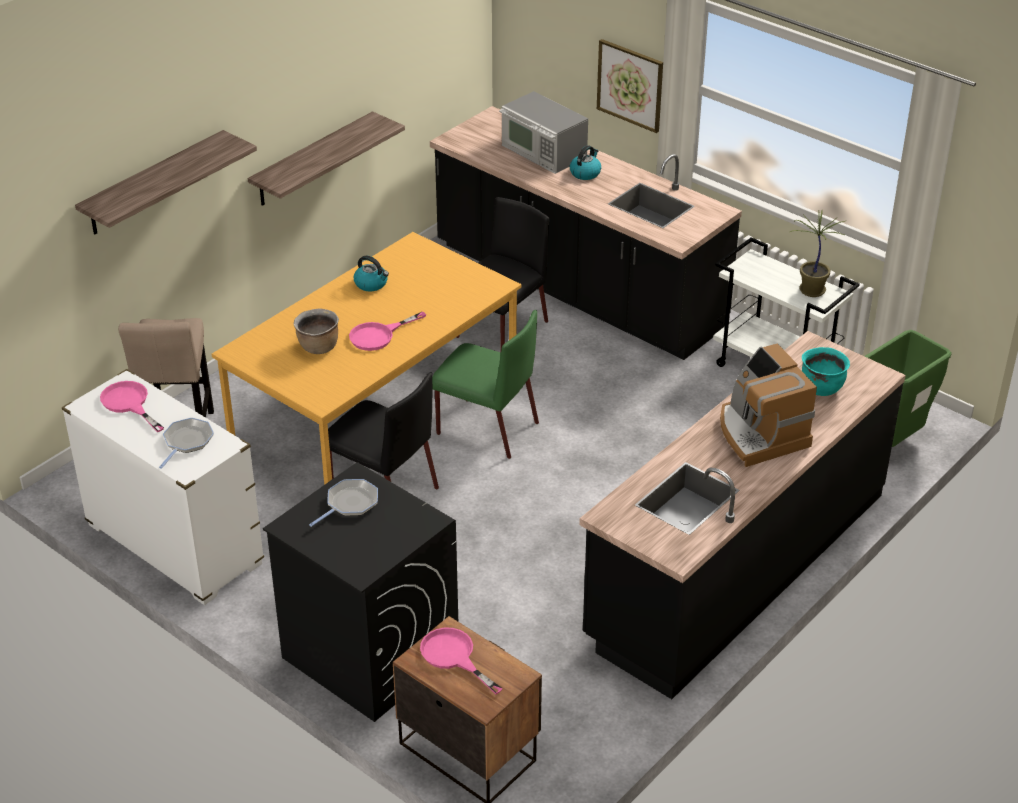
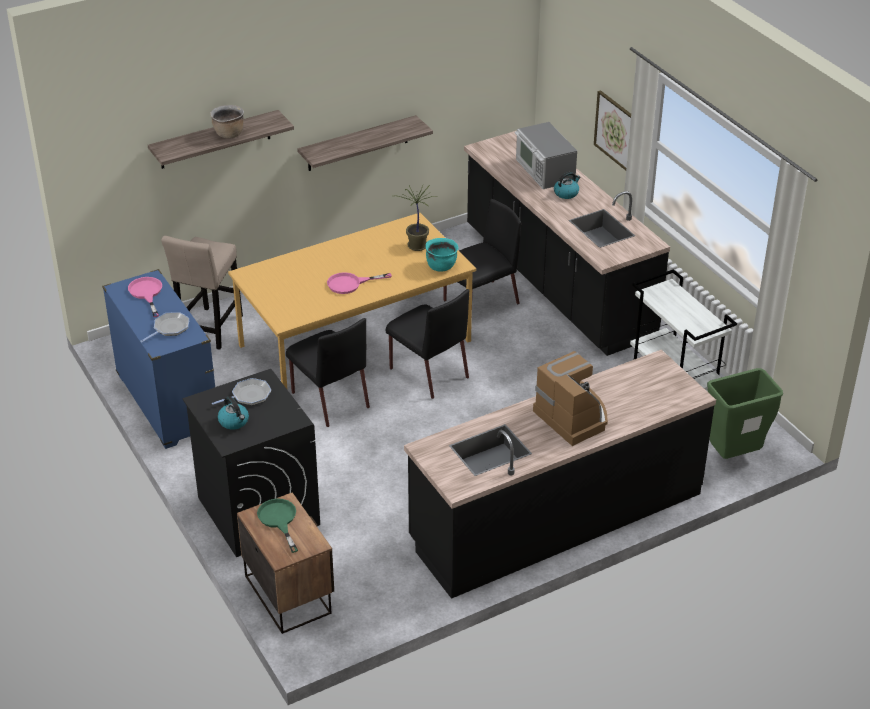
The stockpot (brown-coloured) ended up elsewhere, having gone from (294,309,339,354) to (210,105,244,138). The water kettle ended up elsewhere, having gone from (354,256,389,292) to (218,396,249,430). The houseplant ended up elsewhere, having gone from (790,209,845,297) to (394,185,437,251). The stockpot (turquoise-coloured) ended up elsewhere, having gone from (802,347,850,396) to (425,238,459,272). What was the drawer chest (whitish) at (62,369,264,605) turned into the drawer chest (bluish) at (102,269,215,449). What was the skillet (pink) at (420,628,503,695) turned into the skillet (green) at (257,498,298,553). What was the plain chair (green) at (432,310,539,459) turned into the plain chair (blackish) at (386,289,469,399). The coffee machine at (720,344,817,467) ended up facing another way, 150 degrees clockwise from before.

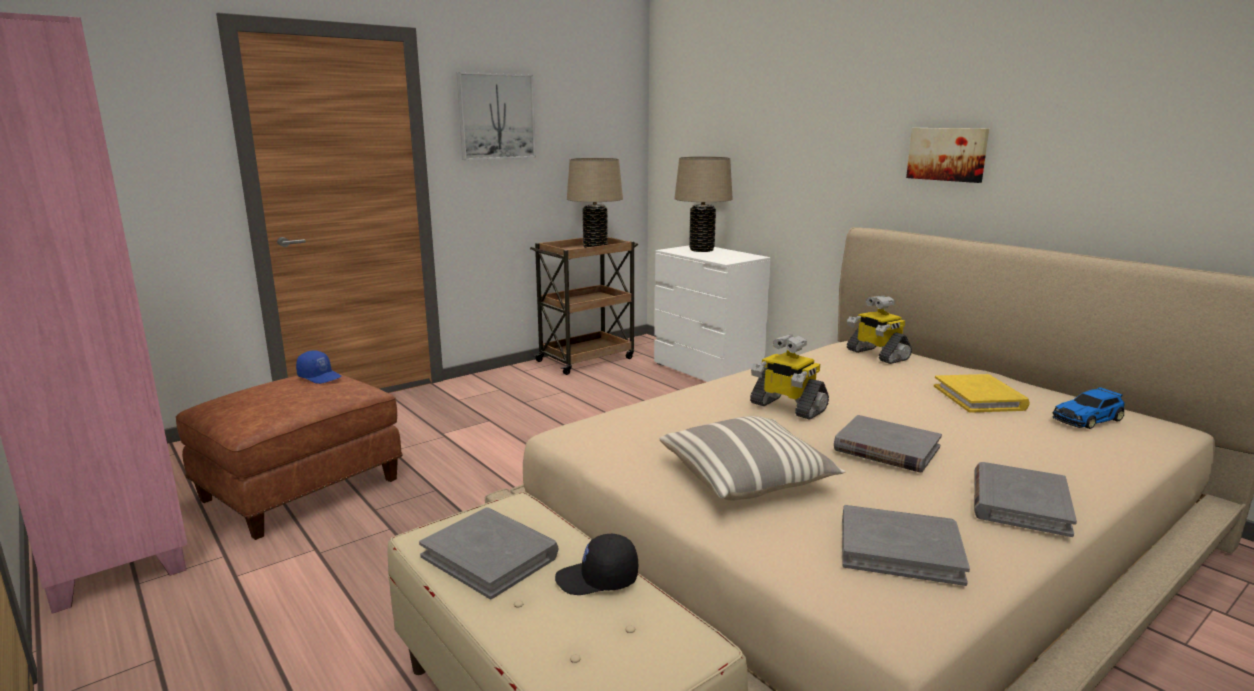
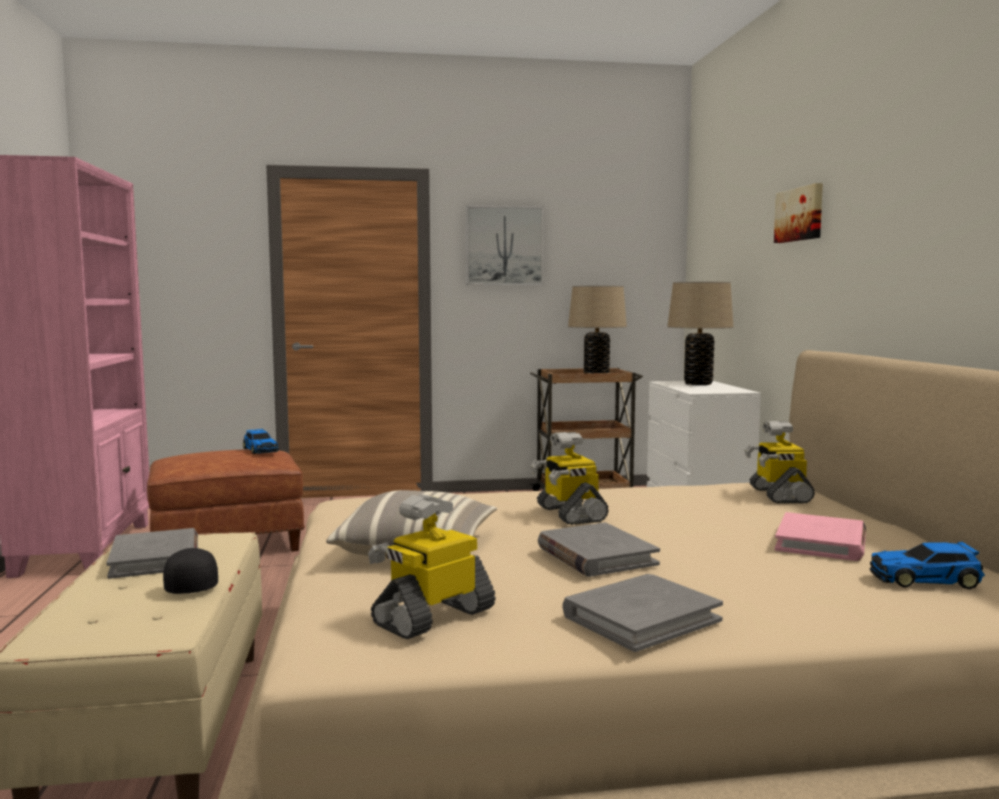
The wall art ended up elsewhere, having gone from (906,128,989,183) to (774,183,823,243). Where the peaked cap (bluish) stood at (296,351,342,384), the toy car came to stand at (243,429,279,454). Where the bound book (gray) stood at (842,505,970,586), the toy robot came to stand at (368,494,496,639). What was the bound book (yellow) at (934,374,1030,413) turned into the bound book (pink) at (775,512,866,561). The peaked cap (blackish) at (555,534,638,595) ended up facing another way, 45 degrees clockwise from before.

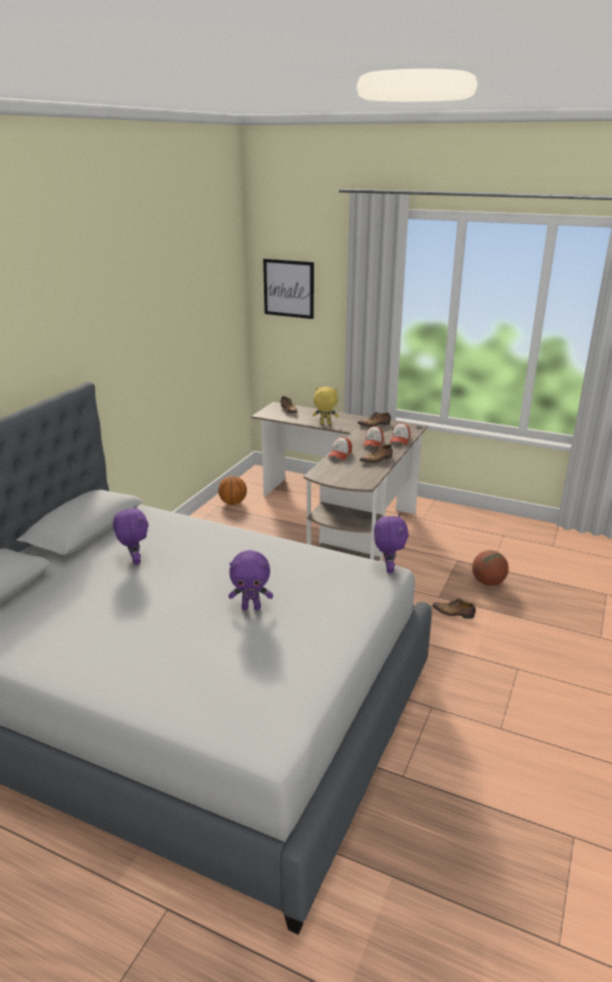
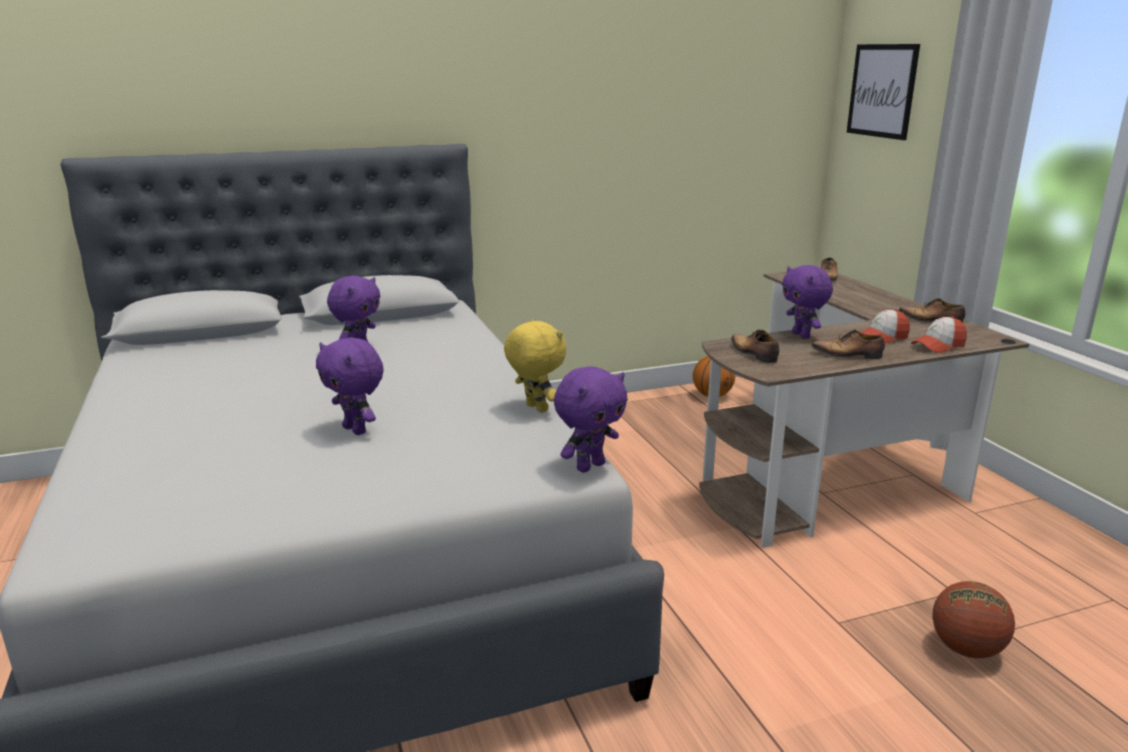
The cuddly toy (yellow) ended up elsewhere, having gone from (312,387,339,424) to (504,319,567,413). The item of footwear ended up elsewhere, having gone from (433,599,476,619) to (731,329,779,363). Where the peaked cap stood at (328,437,352,460), the cuddly toy (purple-coloured) came to stand at (782,265,833,339).

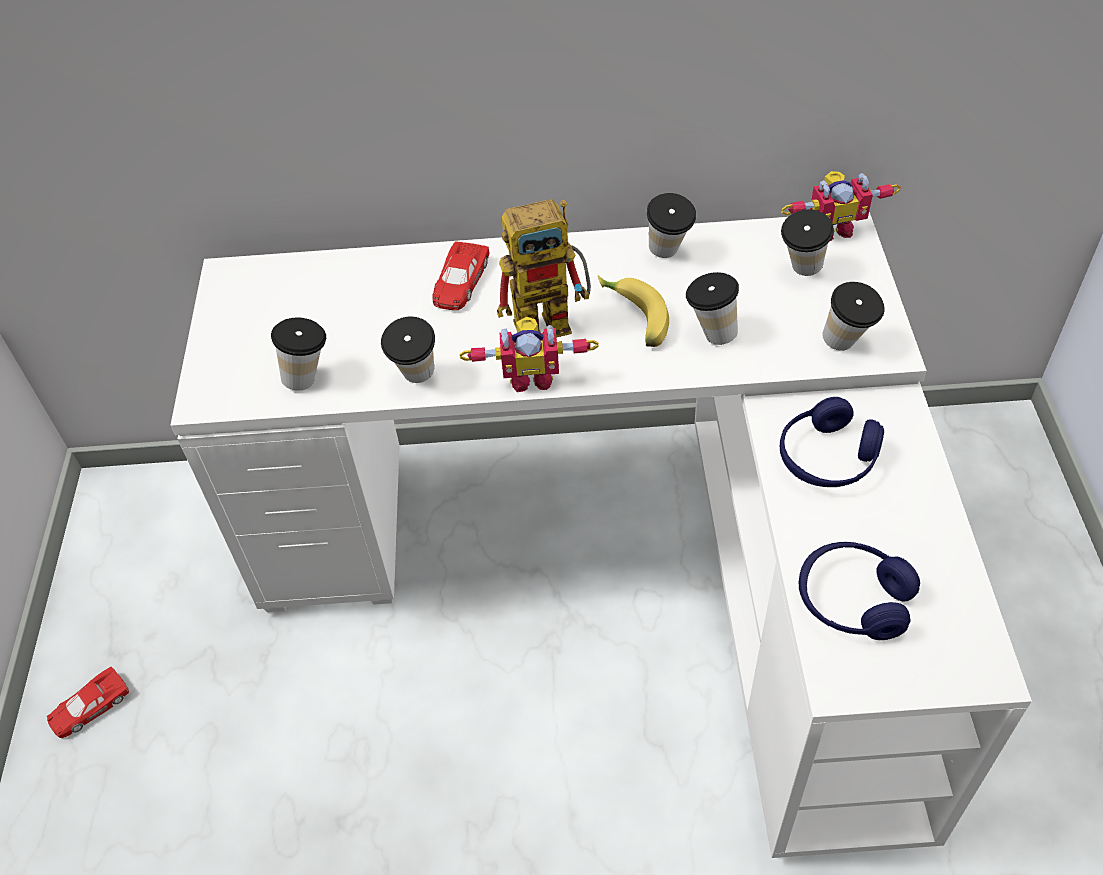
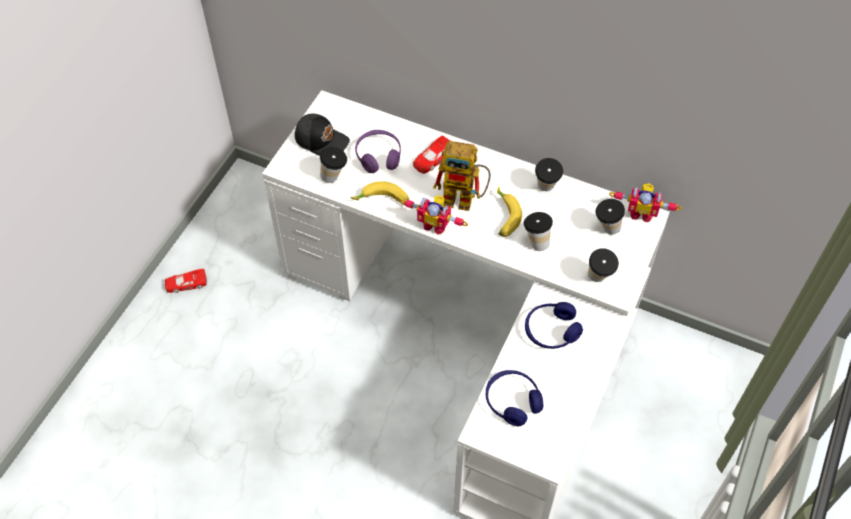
The second view gained the peaked cap (blackish) at (295,114,350,156). The second view gained the pair of headphones (purple-coloured) at (355,130,401,173). Where the drinking cup stood at (381,316,435,383), the whole banana came to stand at (350,181,409,203).

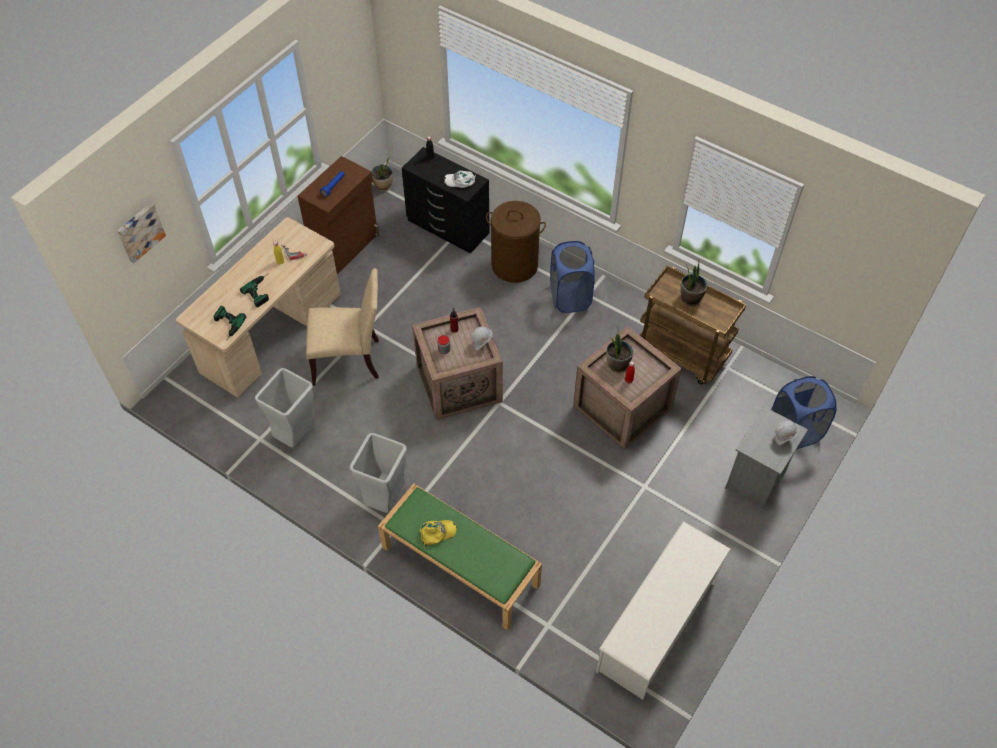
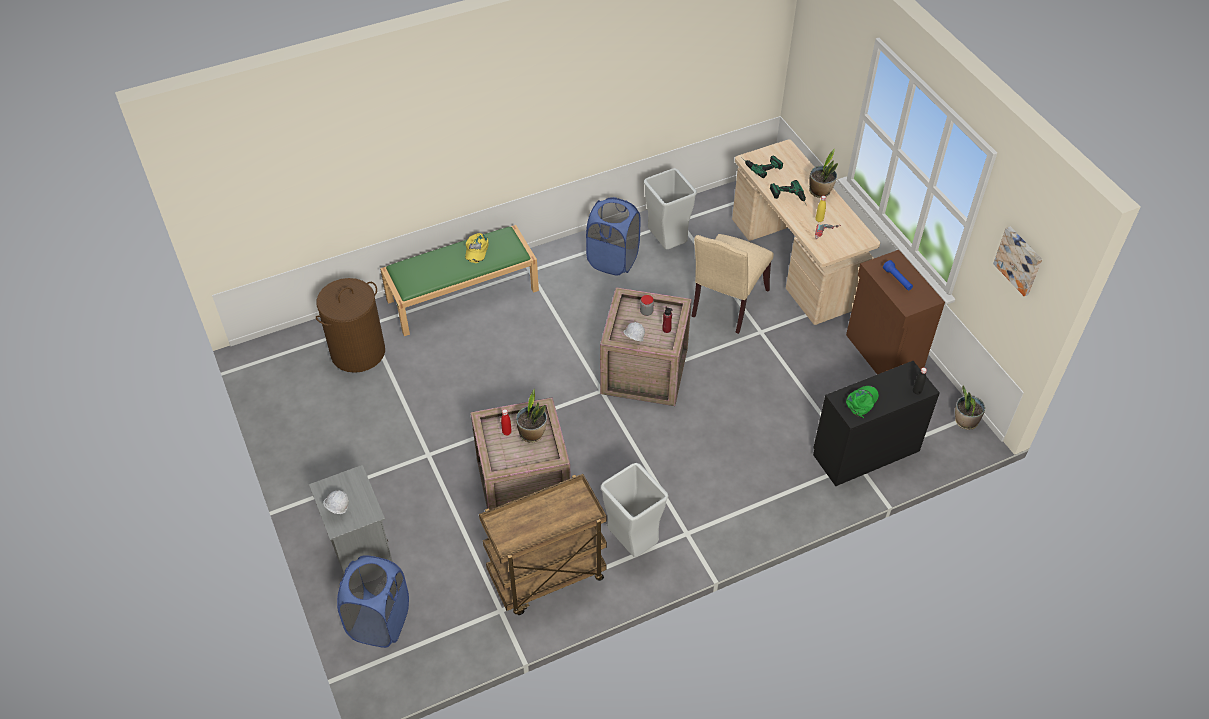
The second view lost the shoe rack (whitish) at (596,521,731,700). The wall art ended up elsewhere, having gone from (117,203,166,263) to (993,227,1043,296). The trash can (gray) ended up elsewhere, having gone from (350,433,407,513) to (601,463,668,557). The hamper (brown-coloured) ended up elsewhere, having gone from (486,201,546,283) to (316,278,385,373). The hamper (bluish) ended up elsewhere, having gone from (550,241,595,313) to (586,197,641,276). The houseplant ended up elsewhere, having gone from (681,263,707,306) to (809,148,838,198). What was the peaked cap (whitish) at (444,171,476,188) turned into the peaked cap (green) at (846,386,879,418).

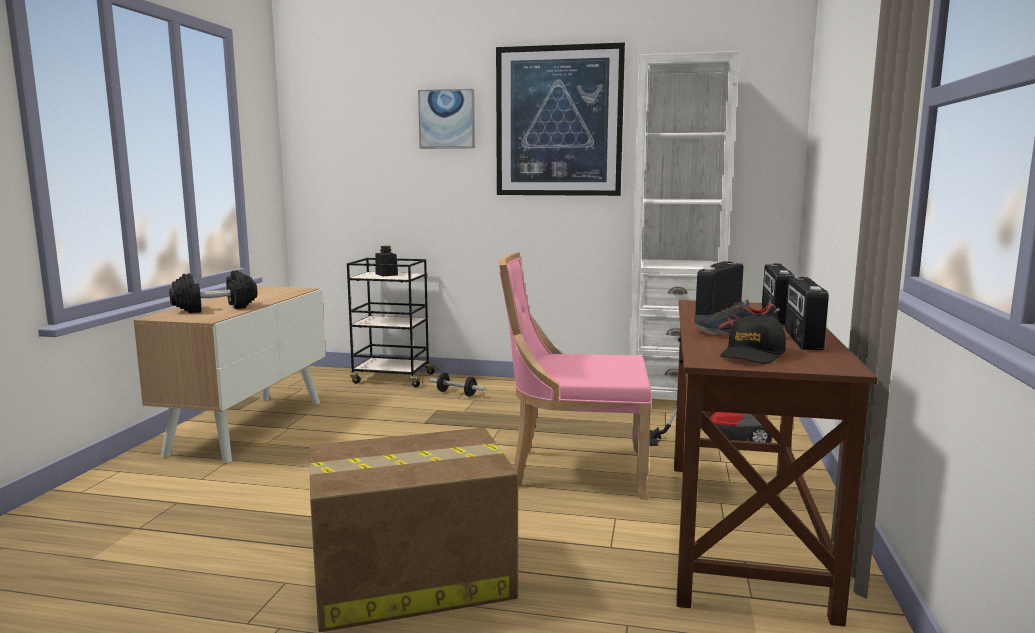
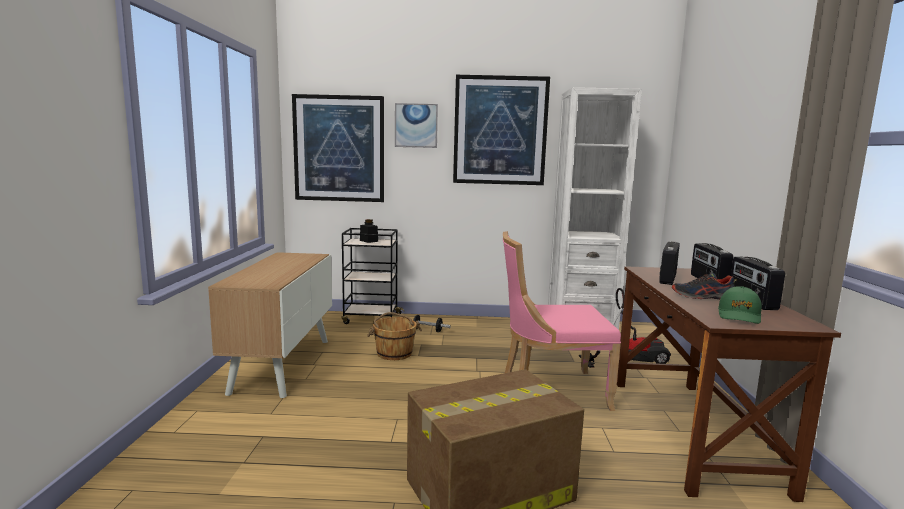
The second view lost the hand weight (blackish) at (169,270,257,313). The second view gained the wall art at (292,94,384,202). The second view gained the water bucket (brown-coloured) at (367,312,422,360). What was the peaked cap (blackish) at (720,314,786,364) turned into the peaked cap (green) at (718,286,762,324).

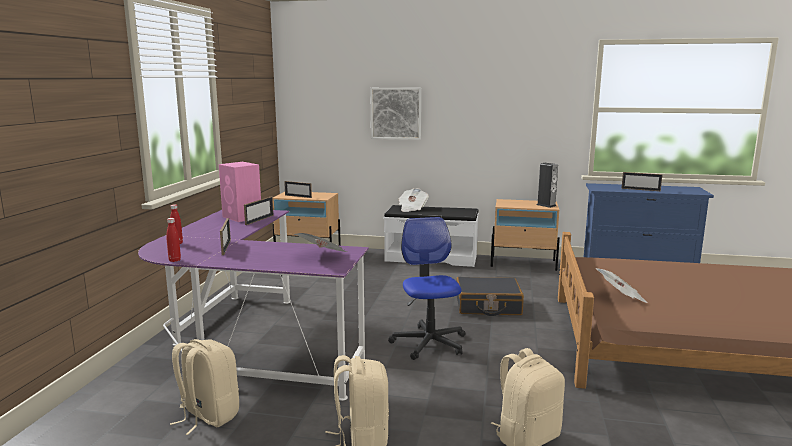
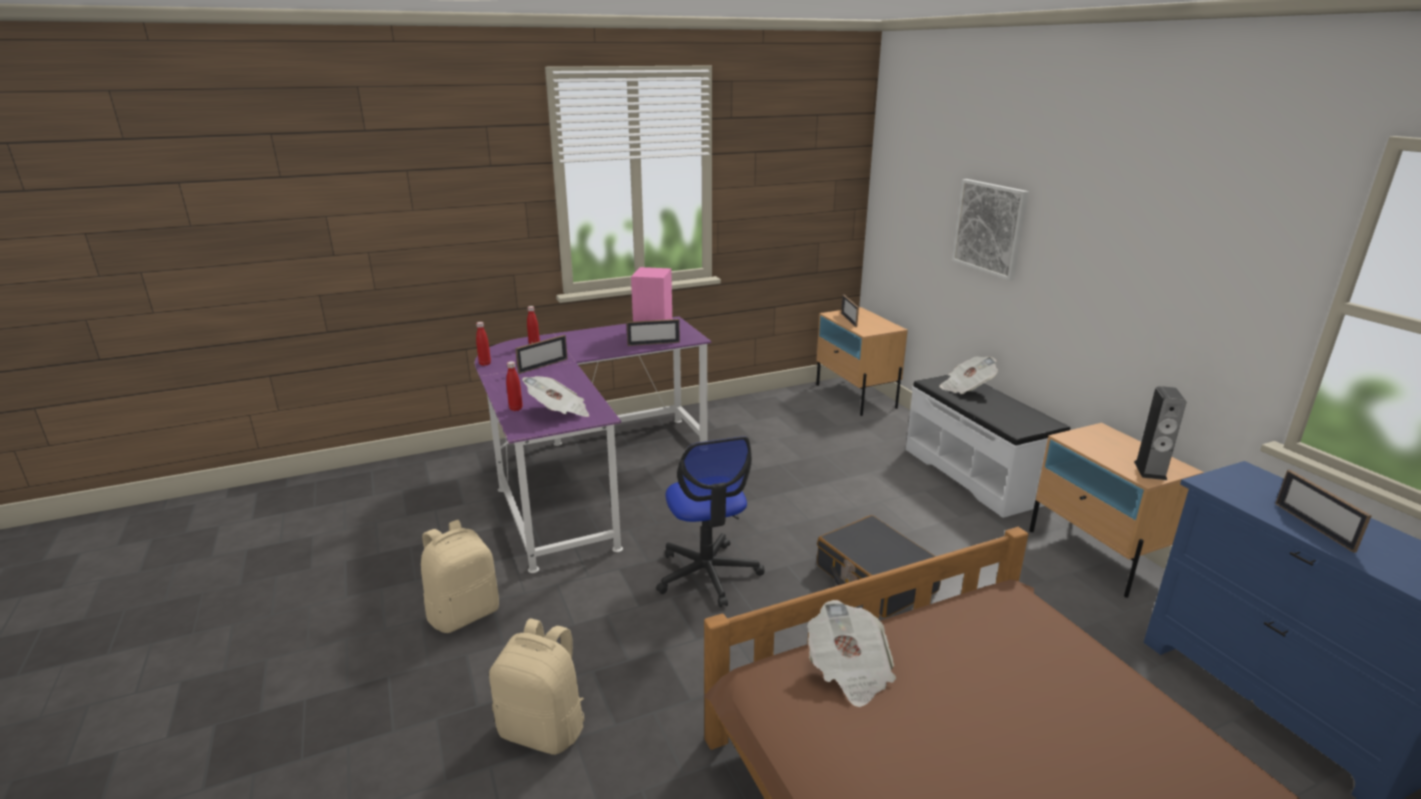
The second view lost the rucksack (sand-coloured) at (170,339,239,435). The second view gained the drink bottle (reddish) at (506,361,523,411). The desk chair at (388,217,466,360) ended up facing another way, 120 degrees clockwise from before.

